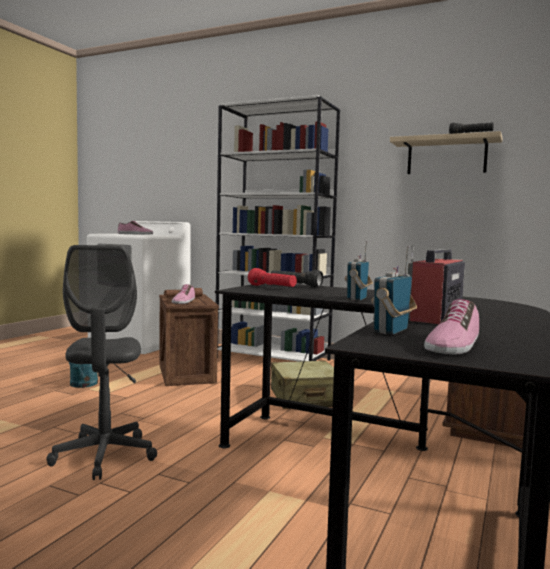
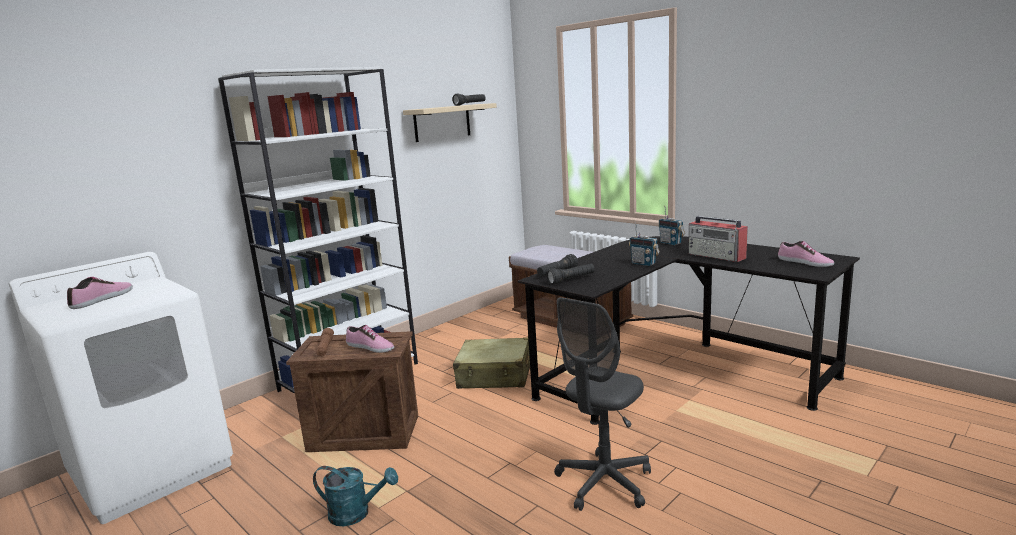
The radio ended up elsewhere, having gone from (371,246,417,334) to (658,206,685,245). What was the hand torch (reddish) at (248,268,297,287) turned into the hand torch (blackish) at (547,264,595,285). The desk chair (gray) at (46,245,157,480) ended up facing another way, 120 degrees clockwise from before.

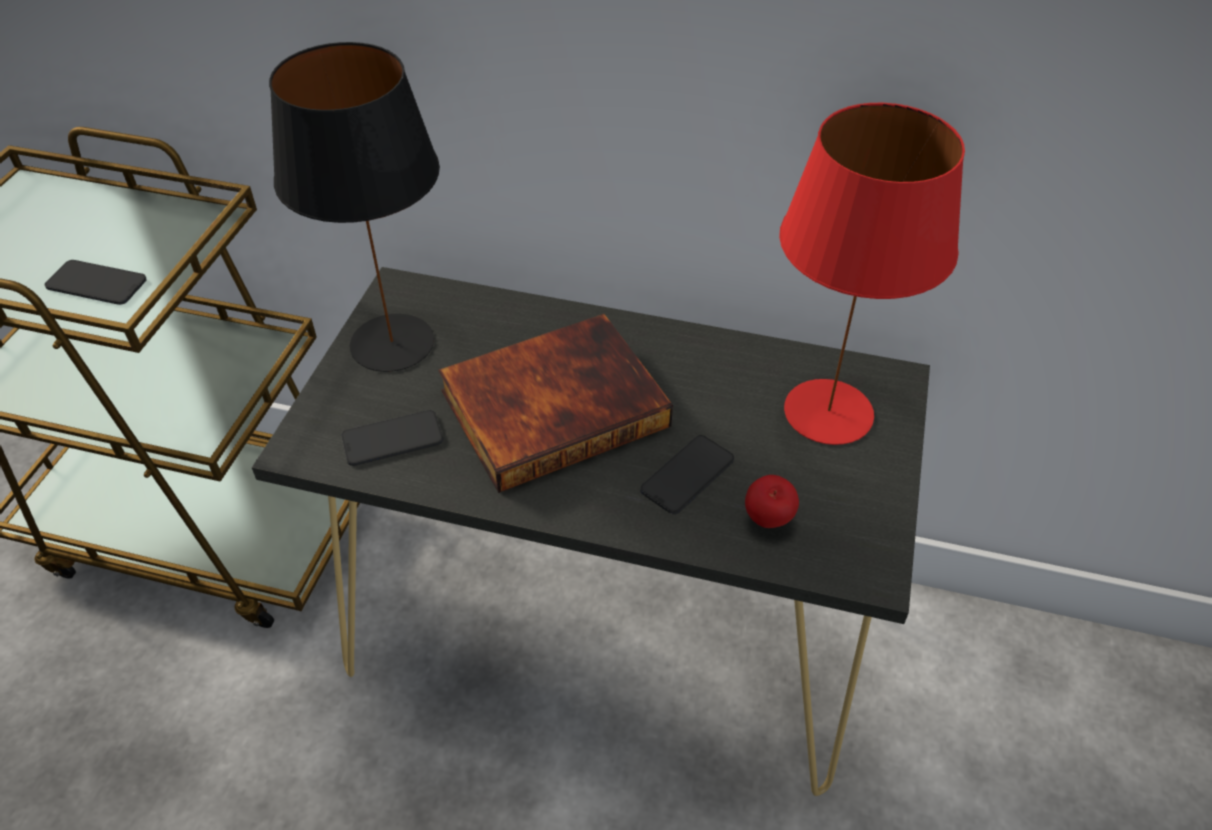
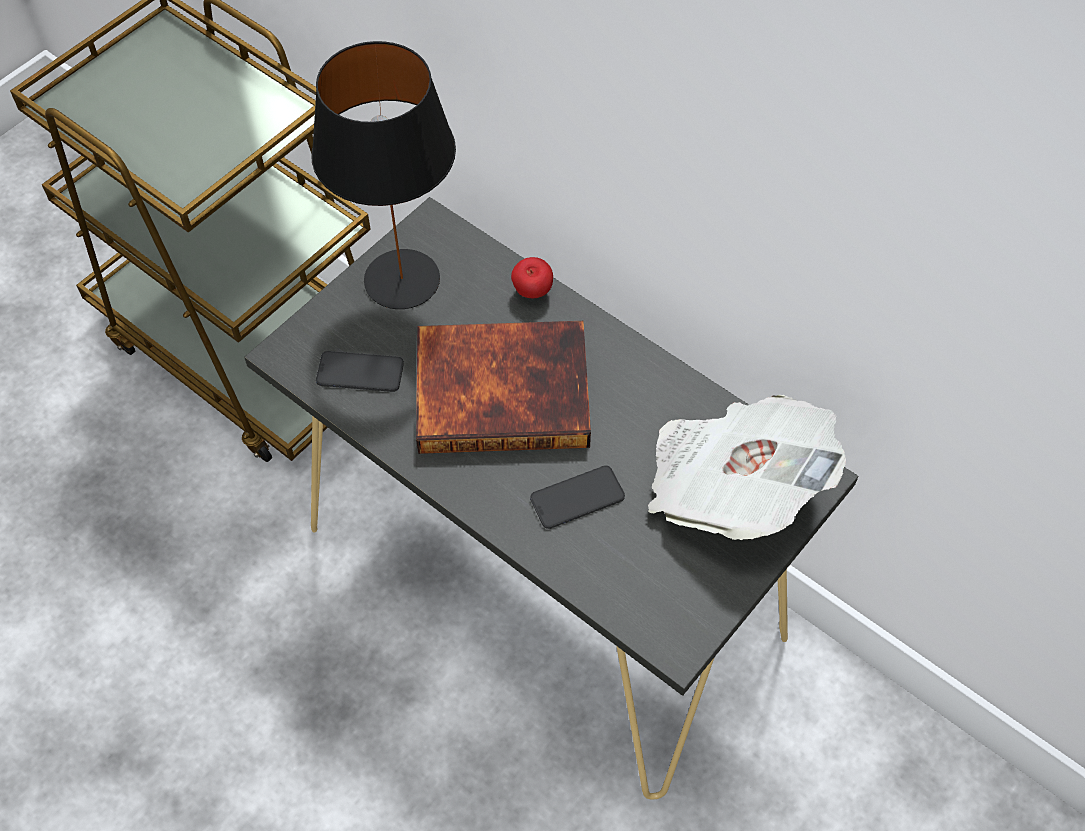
The second view lost the phone at (45,260,147,305). The whole apple ended up elsewhere, having gone from (745,475,799,528) to (511,257,553,298). Where the lamp for a table (reddish) stood at (779,103,965,445), the daily paper came to stand at (648,395,846,540).

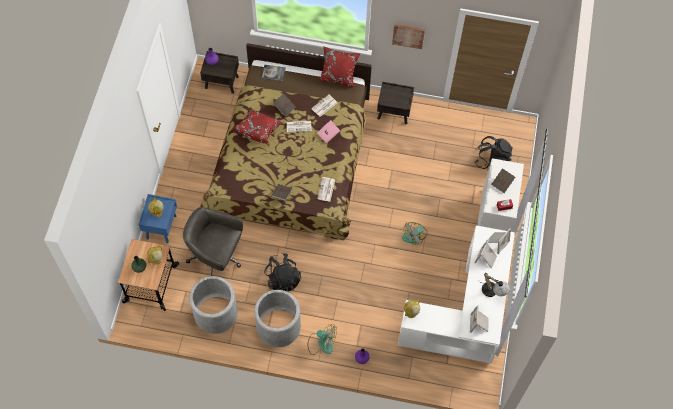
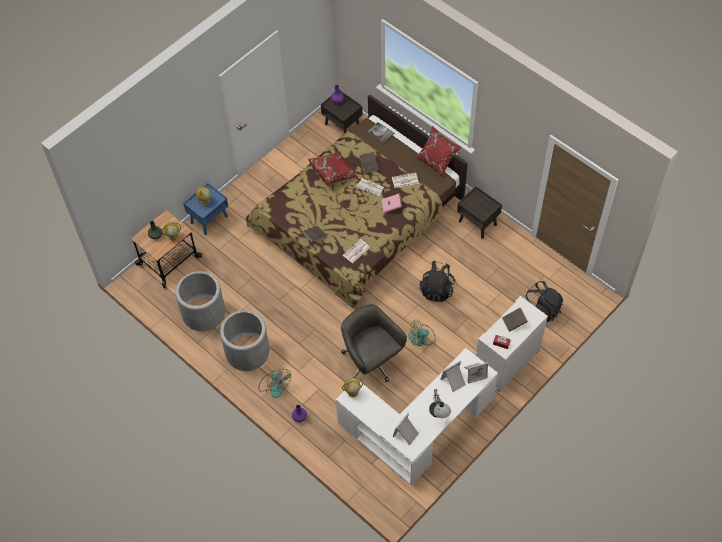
The second view lost the wall art at (392,24,425,49). The desk chair (gray) ended up elsewhere, having gone from (183,207,243,276) to (341,304,407,382). The rucksack (blackish) ended up elsewhere, having gone from (264,253,301,292) to (420,260,456,302).

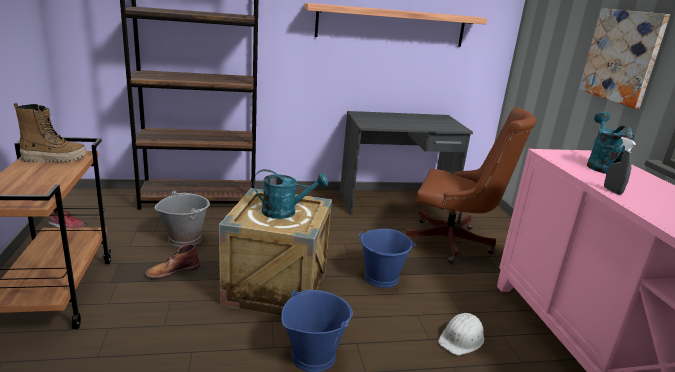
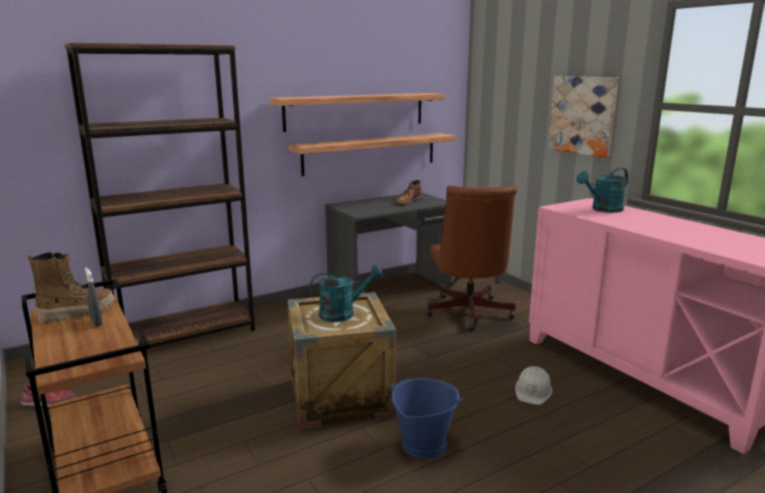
The second view lost the water bucket (gray) at (155,191,210,247). The second view lost the water bucket (bluish) at (358,229,416,288). The second view gained the bracket shelf at (289,133,456,176). The boot (brown-coloured) ended up elsewhere, having gone from (145,244,200,279) to (395,180,423,205). The spray bottle (gray) ended up elsewhere, having gone from (604,137,636,195) to (85,267,103,327). The desk chair (brown-coloured) at (406,108,537,264) ended up facing another way, 90 degrees clockwise from before. The sprinkling can (turquoise-coloured) at (587,111,636,174) ended up facing another way, 105 degrees counterclockwise from before.

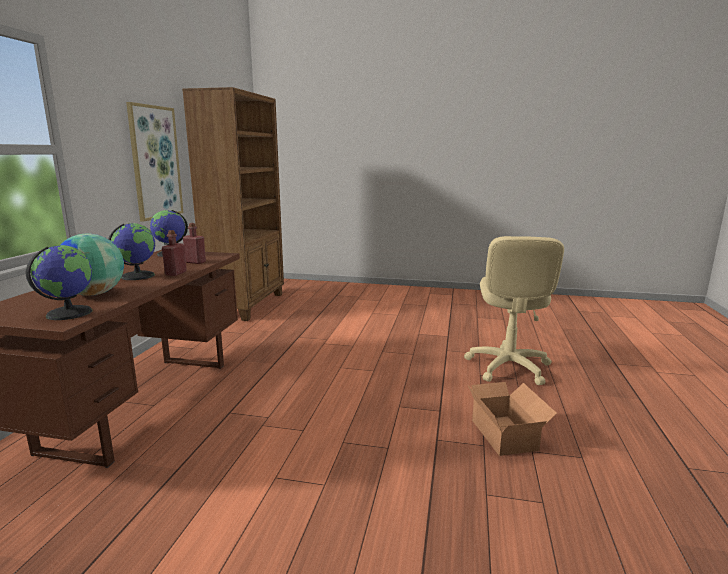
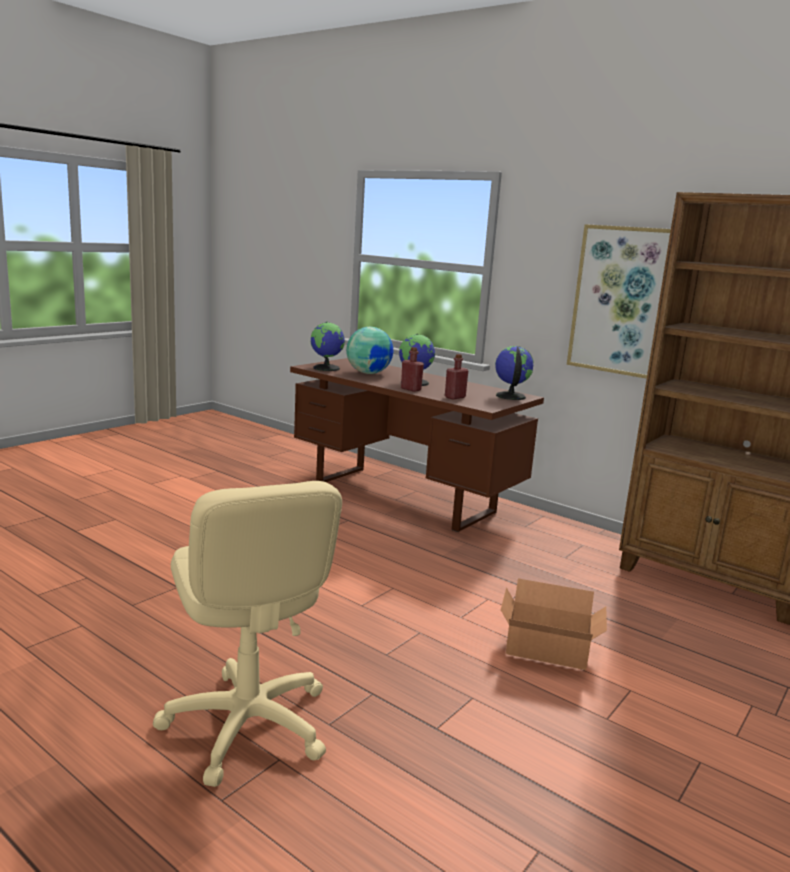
The carton ended up elsewhere, having gone from (468,382,557,456) to (501,578,607,670). The desk chair (sand-coloured) at (464,236,564,385) ended up facing another way, 150 degrees counterclockwise from before.

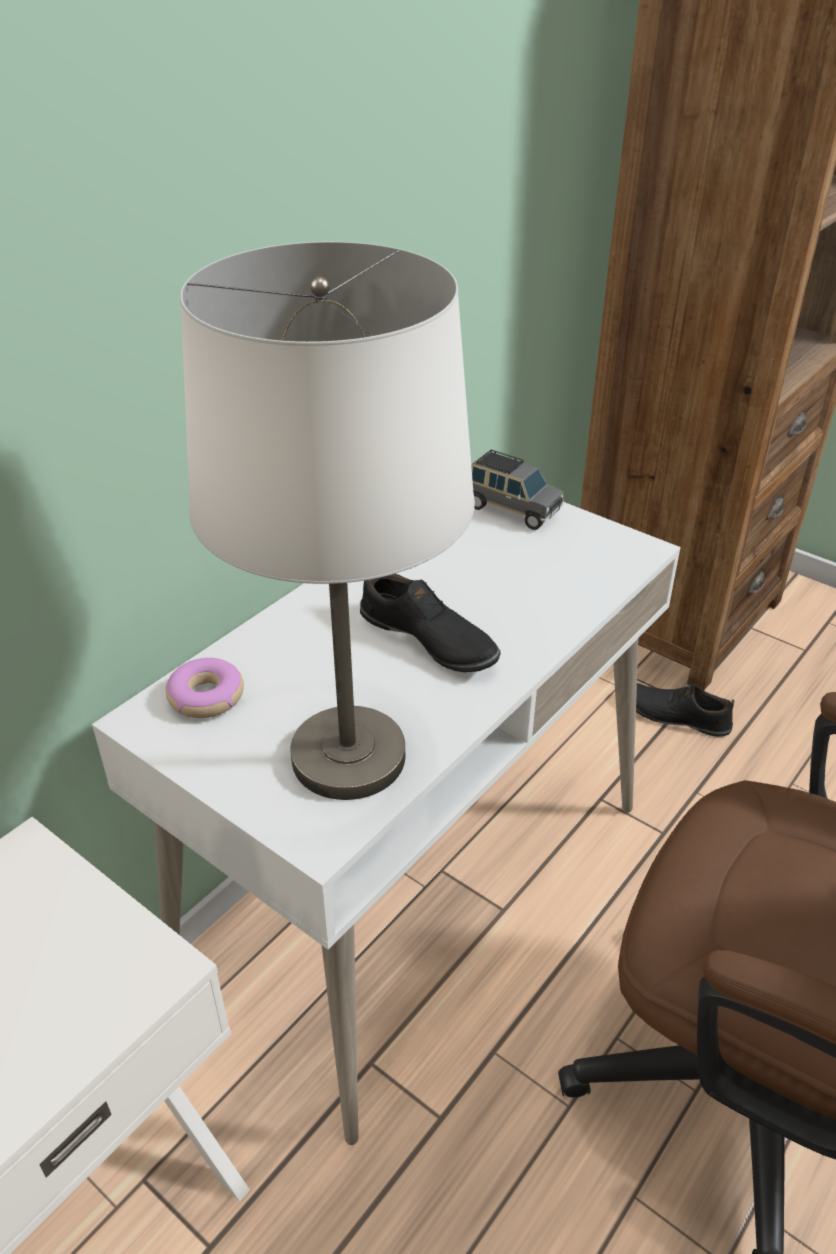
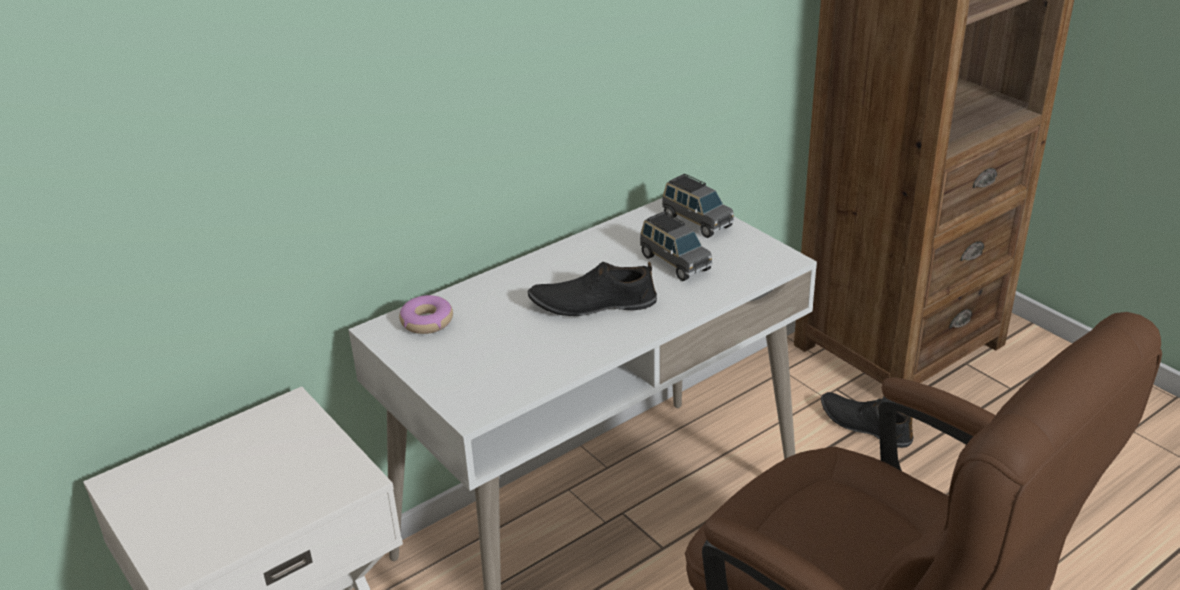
The second view lost the lamp for a table (whitish) at (180,242,475,800). The second view gained the toy car (gray) at (640,211,713,281). The item of footwear (blackish) at (360,574,501,672) ended up facing another way, 120 degrees clockwise from before.

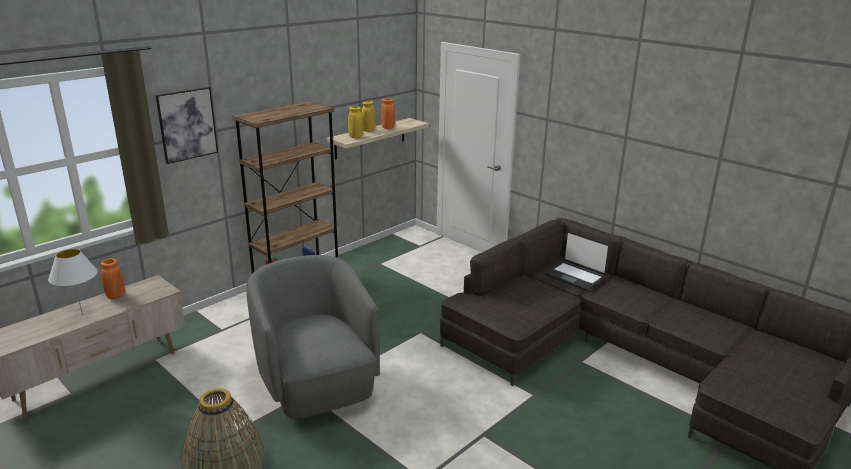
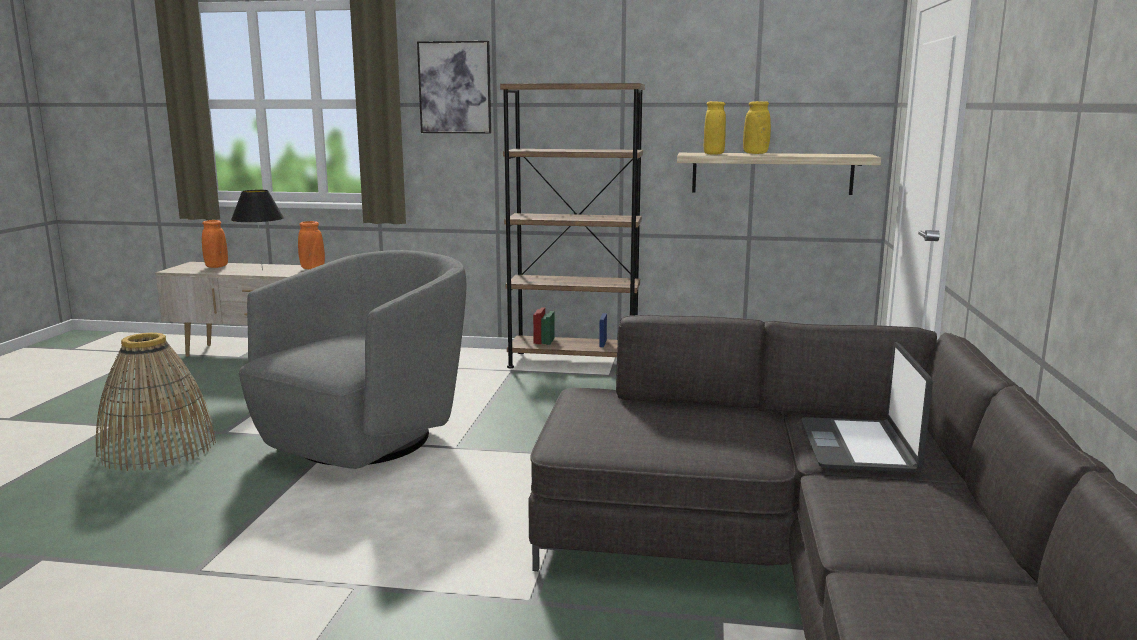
The vase (orangey) ended up elsewhere, having gone from (381,98,395,129) to (202,220,228,268). What was the lamp for a table (whitish) at (48,248,98,315) turned into the lamp for a table (blackish) at (231,190,284,271).

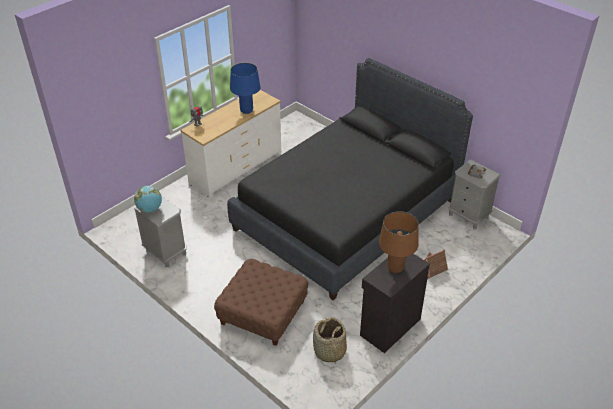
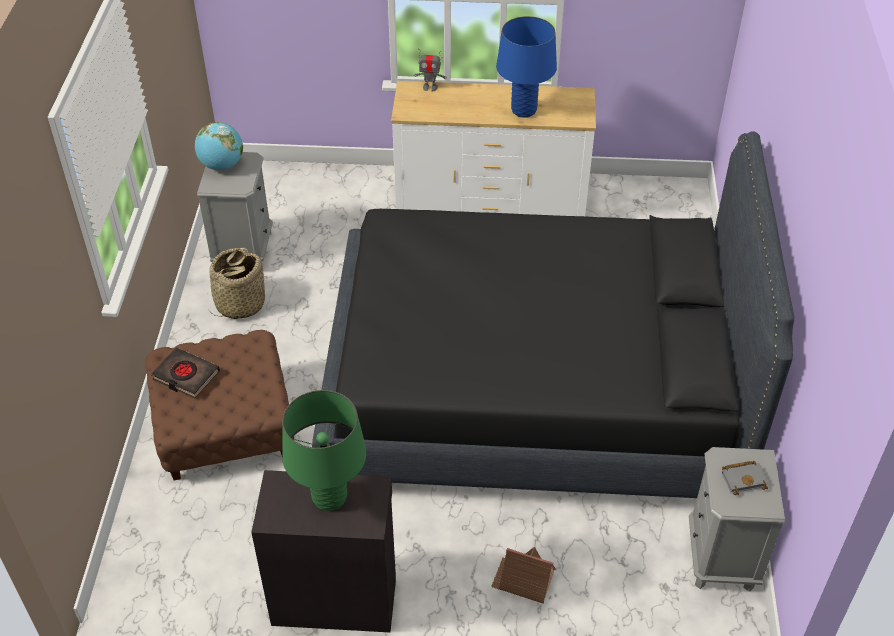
The second view gained the bound book (blackish) at (151,348,220,398). The basket ended up elsewhere, having gone from (313,317,347,363) to (207,248,265,319). What was the lamp for a table (brown-coloured) at (379,211,419,273) turned into the lamp for a table (green) at (282,390,366,511).

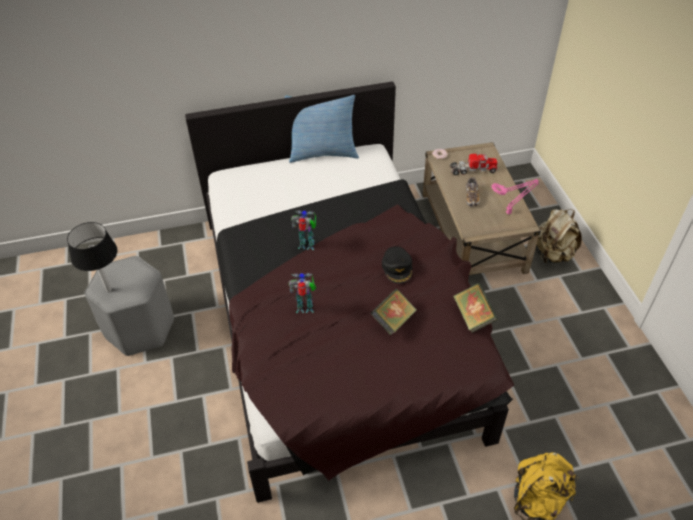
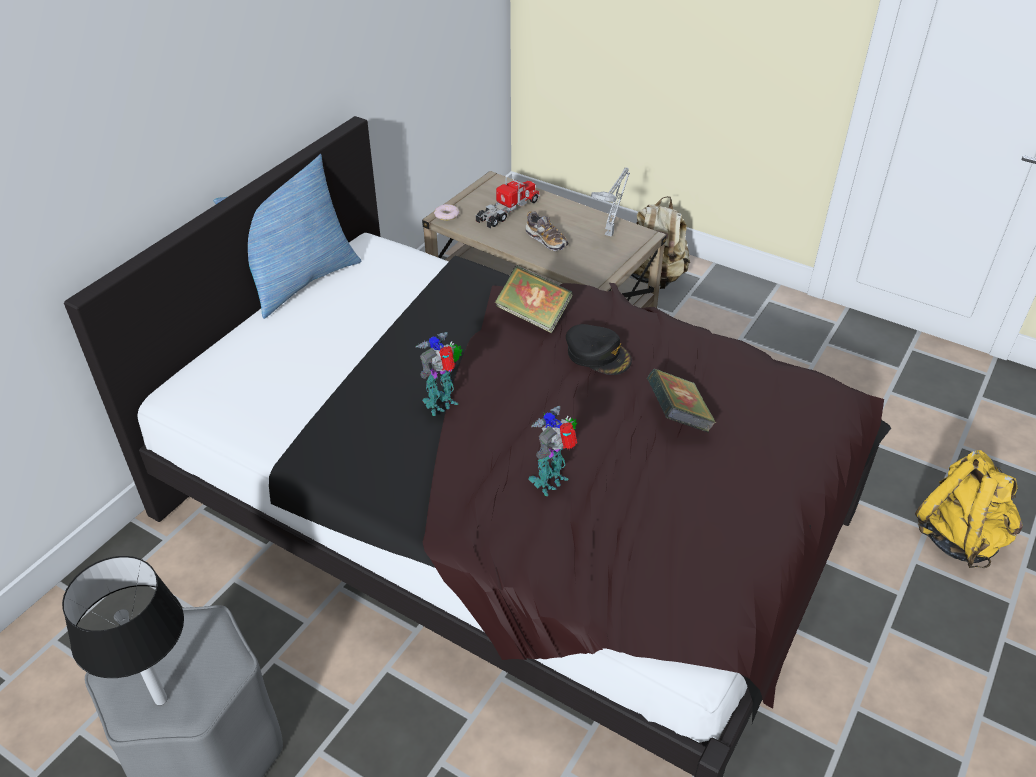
The bound book ended up elsewhere, having gone from (453,283,498,333) to (495,266,573,333). What was the lamp for a table (pink) at (491,179,539,214) turned into the lamp for a table (gray) at (591,167,630,237).

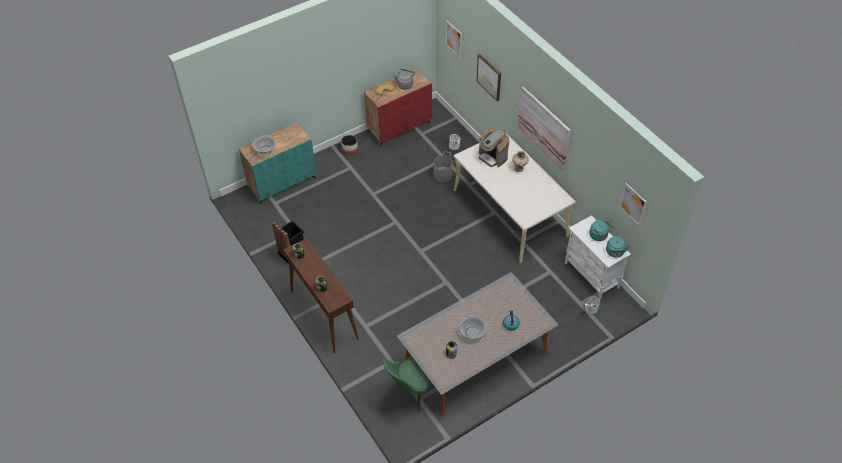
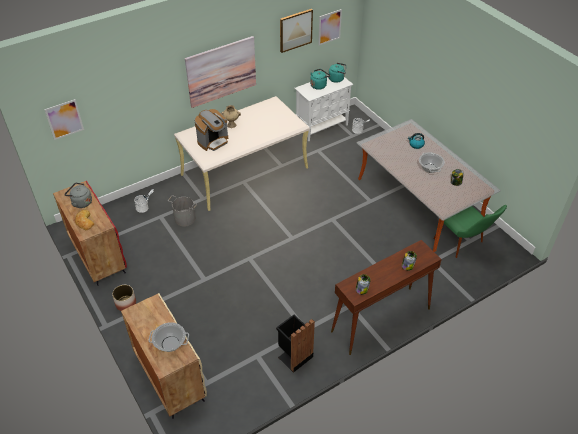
The wall art ended up elsewhere, having gone from (477,54,501,101) to (280,9,313,53). What was the storage cabinet (turquoise-coloured) at (239,122,316,204) turned into the storage cabinet (sand-coloured) at (121,293,207,419).

